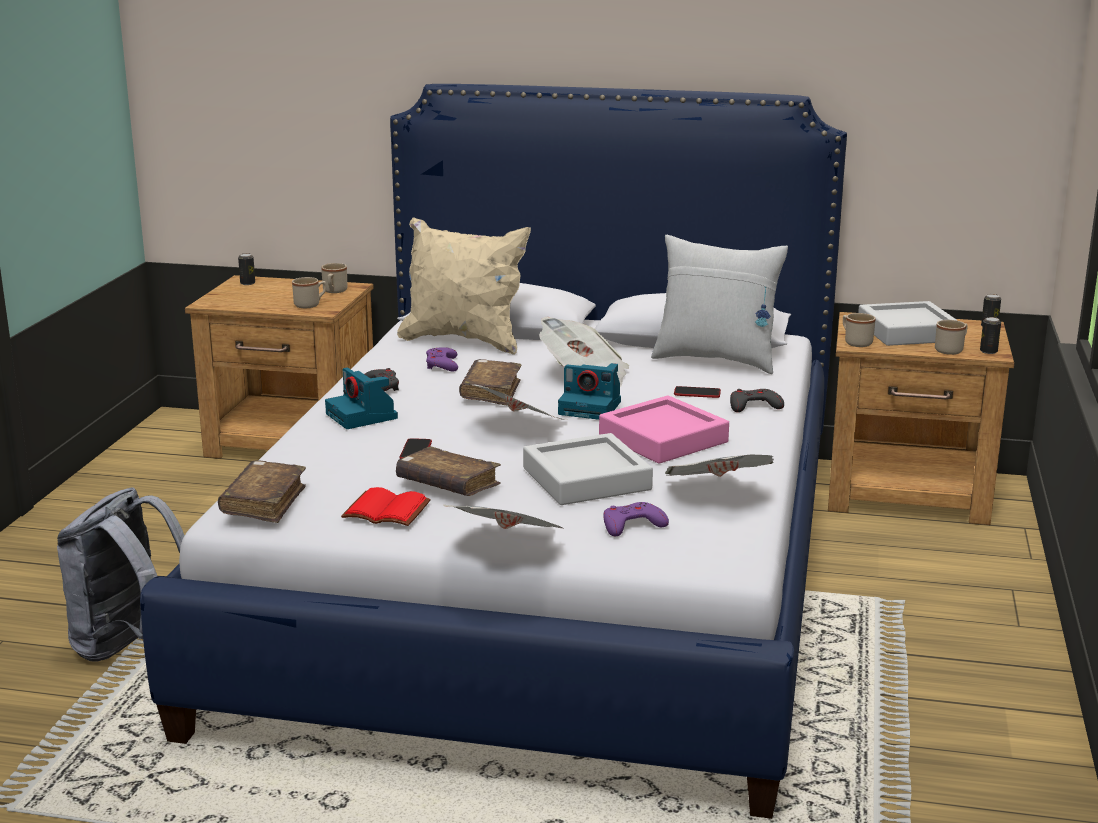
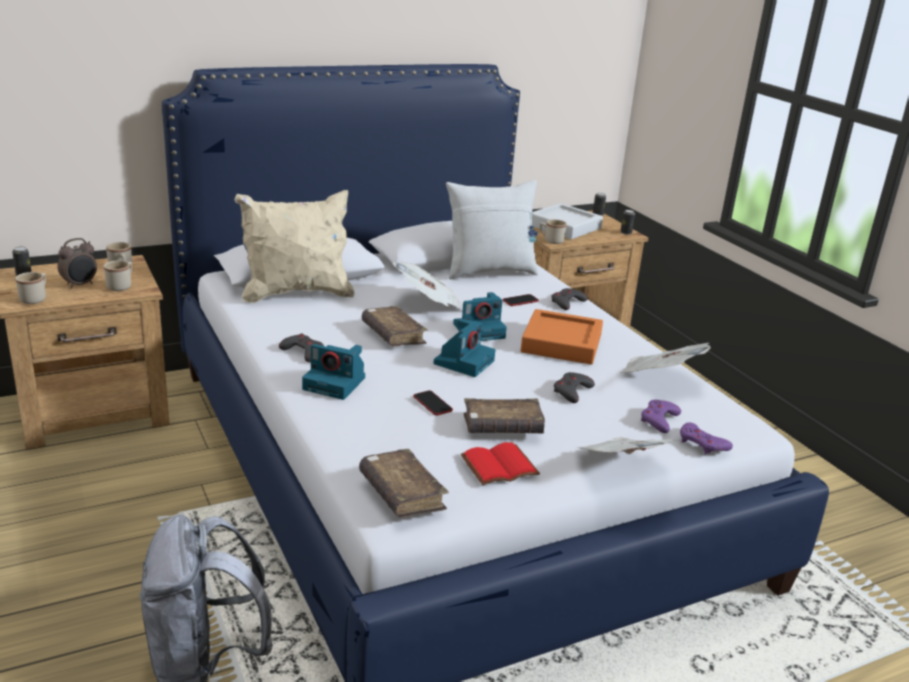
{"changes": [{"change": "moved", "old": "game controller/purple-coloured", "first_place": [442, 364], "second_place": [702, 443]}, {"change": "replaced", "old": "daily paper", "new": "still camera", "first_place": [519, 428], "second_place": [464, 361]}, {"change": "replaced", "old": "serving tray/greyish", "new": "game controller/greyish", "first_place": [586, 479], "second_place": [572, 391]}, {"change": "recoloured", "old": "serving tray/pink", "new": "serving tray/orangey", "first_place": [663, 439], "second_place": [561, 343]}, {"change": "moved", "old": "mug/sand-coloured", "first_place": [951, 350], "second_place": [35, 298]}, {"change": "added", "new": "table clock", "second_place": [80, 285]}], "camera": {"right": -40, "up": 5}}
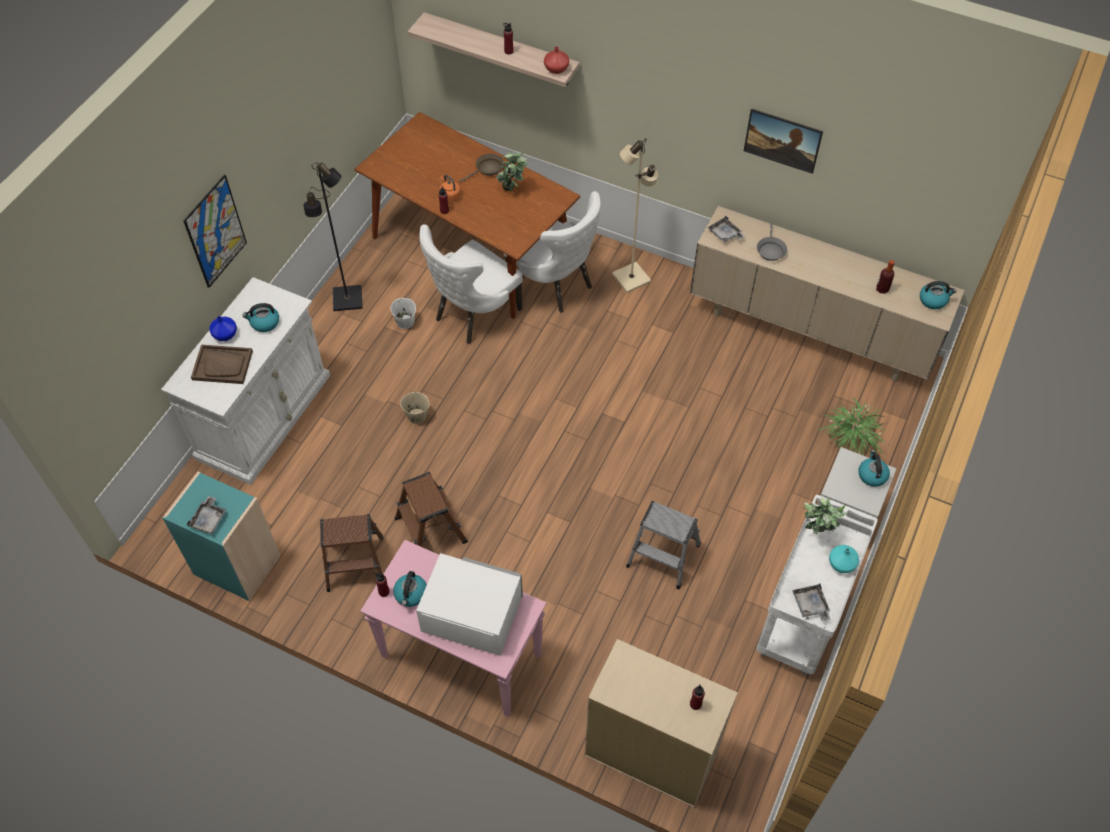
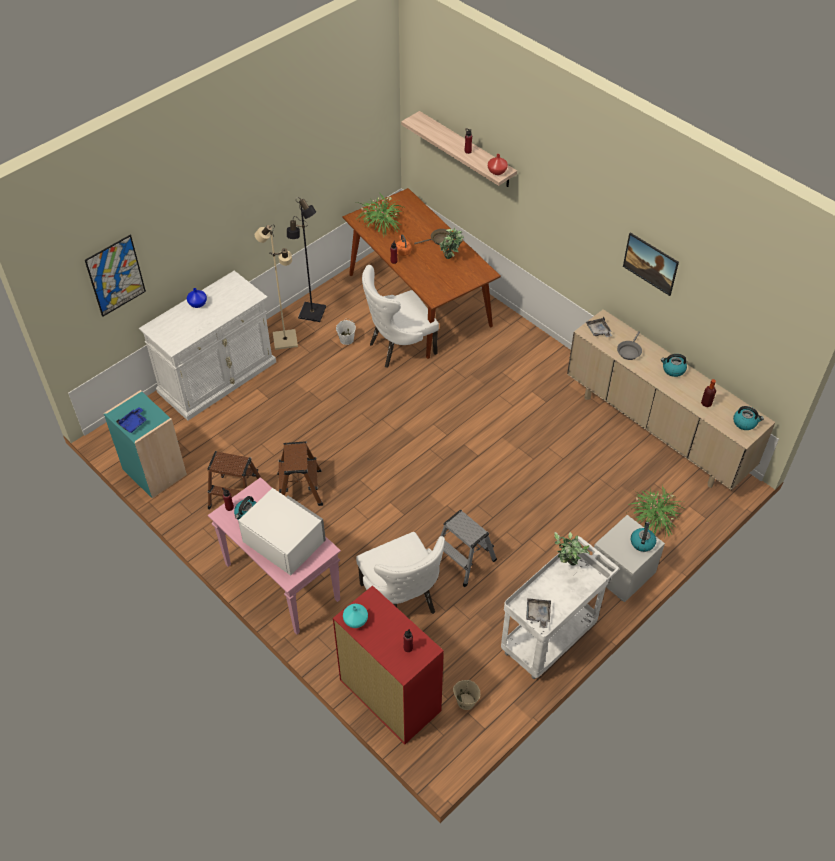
{"changes": [{"change": "moved", "old": "wall picture", "first_place": [215, 232], "second_place": [115, 276]}, {"change": "recoloured", "old": "serving tray/greyish", "new": "serving tray/bluish", "first_place": [209, 519], "second_place": [133, 423]}, {"change": "removed", "old": "serving tray/brown-coloured", "first_place": [222, 365]}, {"change": "moved", "old": "tea kettle", "first_place": [264, 323], "second_place": [673, 370]}, {"change": "moved", "old": "bucket/sand-coloured", "first_place": [416, 416], "second_place": [465, 701]}, {"change": "moved", "old": "chair/white", "first_place": [554, 284], "second_place": [402, 599]}, {"change": "recoloured", "old": "cabinet/sand-coloured", "new": "cabinet/red-coloured", "first_place": [650, 752], "second_place": [389, 695]}, {"change": "moved", "old": "standard lamp/sand-coloured", "first_place": [631, 278], "second_place": [285, 340]}, {"change": "moved", "old": "vase/turquoise", "first_place": [842, 564], "second_place": [356, 620]}, {"change": "added", "new": "houseplant", "second_place": [381, 224]}], "camera": {"right": 20, "up": -5}}
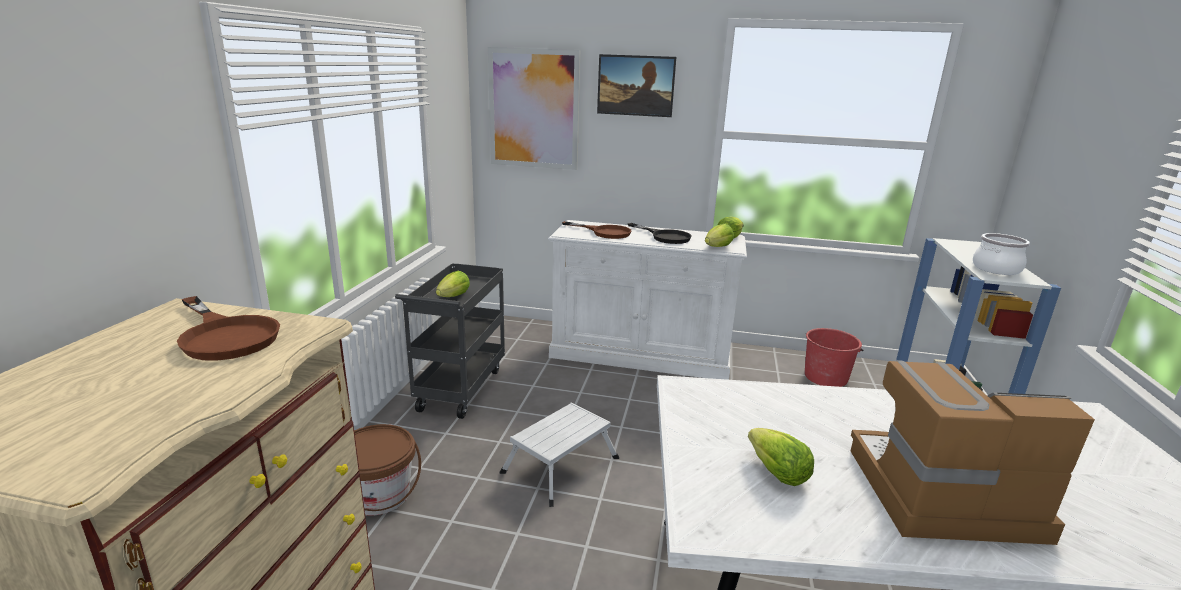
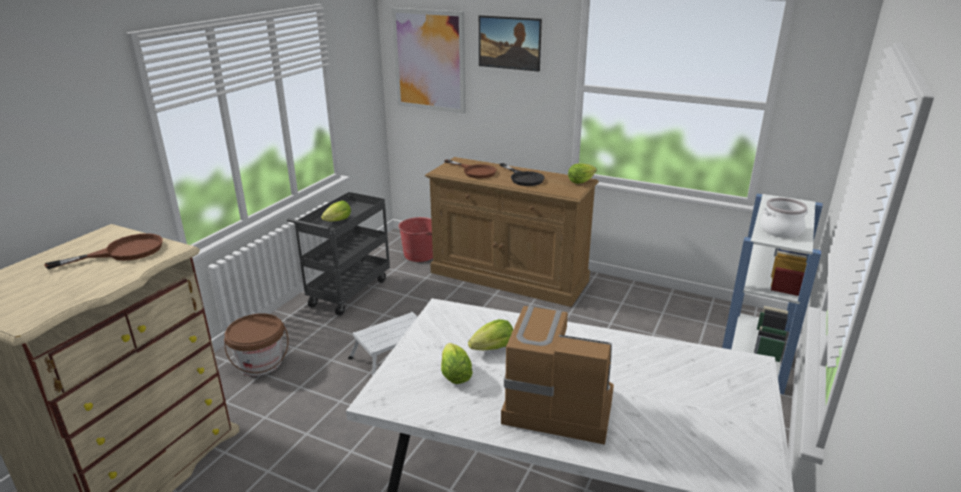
{"changes": [{"change": "turned", "old": "skillet/brown-coloured", "first_place": [226, 335], "second_place": [123, 252], "degrees": -90}, {"change": "recoloured", "old": "cabinet/white", "new": "cabinet/brown-coloured", "first_place": [641, 355], "second_place": [509, 277]}, {"change": "moved", "old": "lettuce head", "first_place": [718, 247], "second_place": [493, 348]}, {"change": "moved", "old": "bucket/red-coloured", "first_place": [826, 377], "second_place": [420, 254]}], "camera": {"right": 15, "up": 5}}
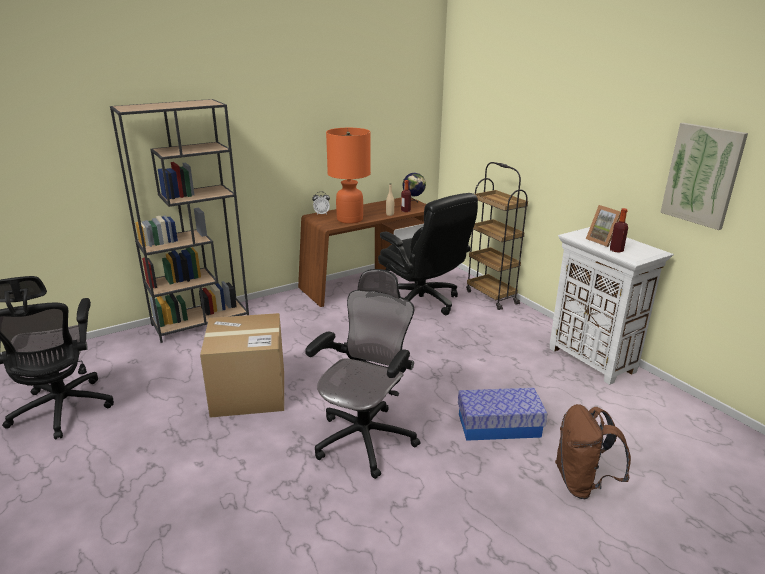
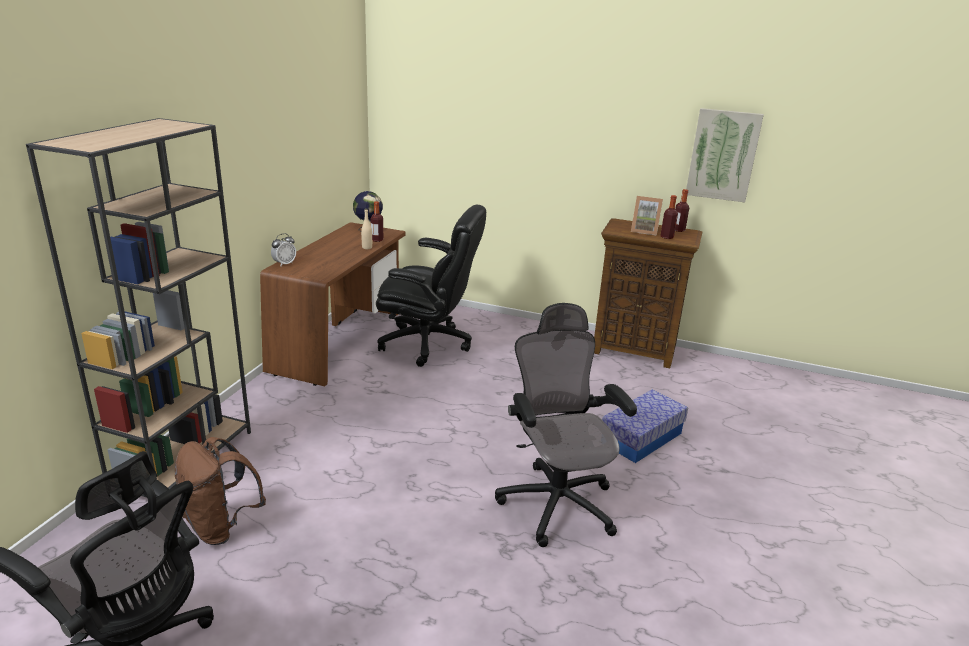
{"changes": [{"change": "removed", "old": "packing box", "first_place": [249, 392]}, {"change": "removed", "old": "tabletop lamp/orangey", "first_place": [349, 219]}, {"change": "removed", "old": "wheeled cart/brown-coloured", "first_place": [491, 297]}, {"change": "recoloured", "old": "cabinet/white", "new": "cabinet/brown-coloured", "first_place": [593, 360], "second_place": [635, 351]}, {"change": "moved", "old": "rucksack/brown-coloured", "first_place": [582, 483], "second_place": [221, 526]}, {"change": "added", "new": "drink bottle", "second_place": [678, 230]}], "camera": {"right": -40, "up": 0}}
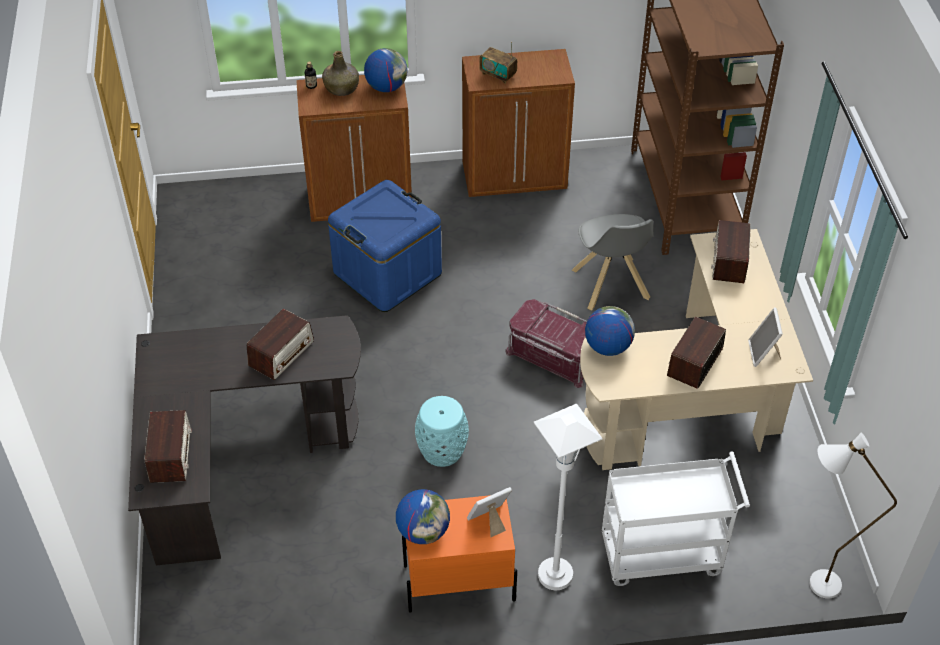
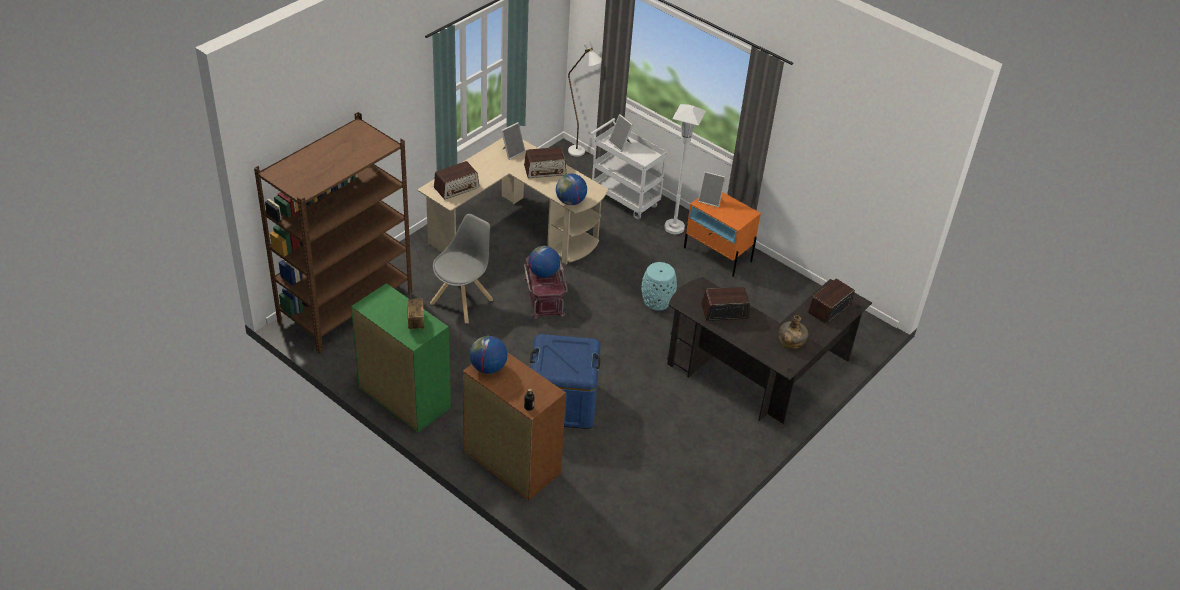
{"changes": [{"change": "moved", "old": "drink bottle/greenish", "first_place": [341, 88], "second_place": [791, 341]}, {"change": "moved", "old": "globe", "first_place": [423, 531], "second_place": [543, 273]}, {"change": "recoloured", "old": "cabinet/brown-coloured", "new": "cabinet/greenish", "first_place": [515, 175], "second_place": [404, 397]}, {"change": "added", "new": "picture frame", "second_place": [621, 144]}], "camera": {"right": -135, "up": -5}}
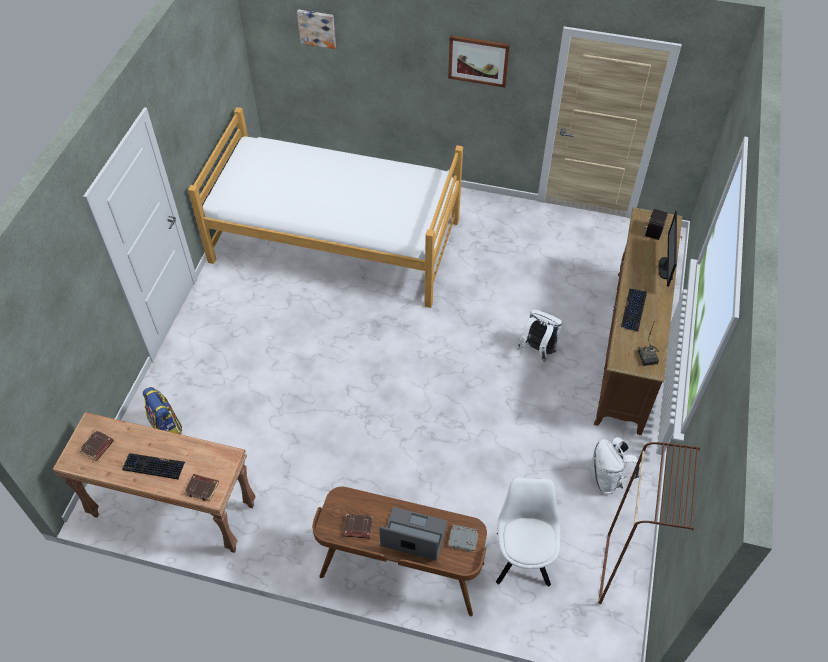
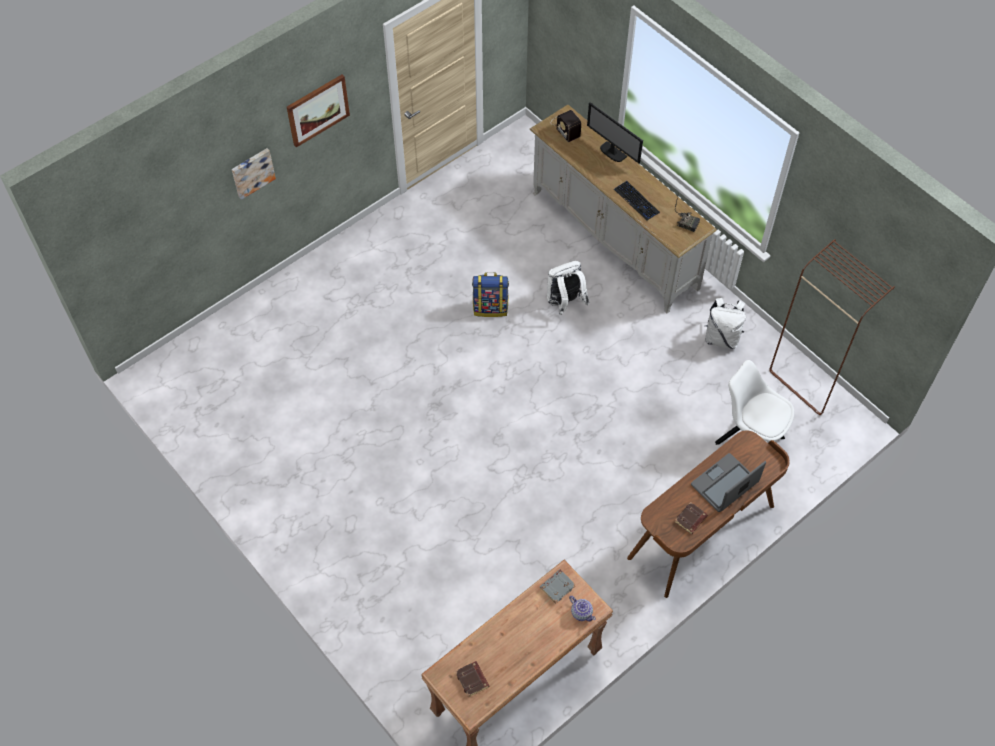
{"changes": [{"change": "removed", "old": "PC keyboard", "first_place": [154, 466]}, {"change": "moved", "old": "rucksack", "first_place": [167, 427], "second_place": [490, 307]}, {"change": "replaced", "old": "bound book/brown-coloured", "new": "pot for tea", "first_place": [202, 488], "second_place": [581, 612]}, {"change": "removed", "old": "sleeping bed", "first_place": [335, 240]}, {"change": "moved", "old": "wall picture", "first_place": [317, 28], "second_place": [252, 172]}, {"change": "moved", "old": "bound book/greyish", "first_place": [463, 539], "second_place": [557, 586]}, {"change": "recoloured", "old": "cabinet/brown-coloured", "new": "cabinet/greyish", "first_place": [627, 348], "second_place": [613, 241]}], "camera": {"right": -55, "up": 5}}
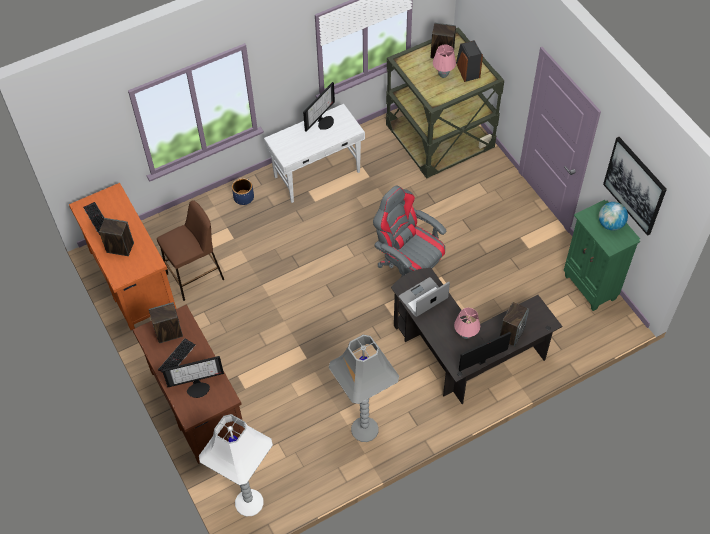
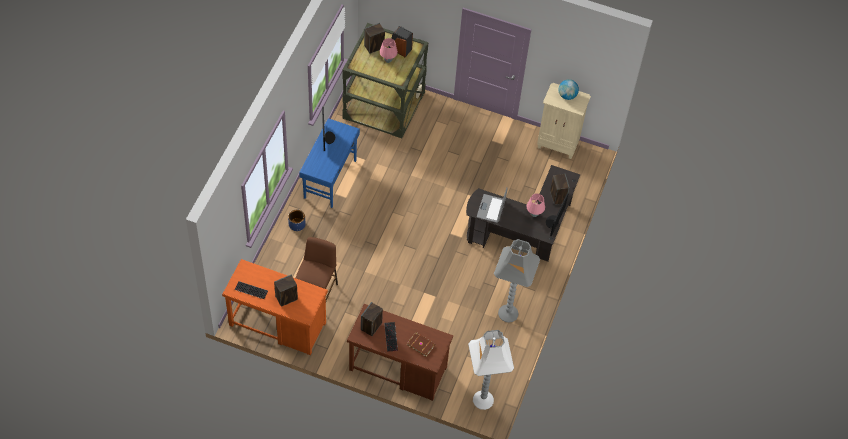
{"changes": [{"change": "replaced", "old": "monitor", "new": "bound book/brown-coloured", "first_place": [198, 387], "second_place": [421, 344]}, {"change": "recoloured", "old": "narrow table/white", "new": "narrow table/bluish", "first_place": [317, 174], "second_place": [330, 179]}, {"change": "removed", "old": "desk chair/greyish", "first_place": [409, 268]}, {"change": "recoloured", "old": "cabinet/greenish", "new": "cabinet/sand-coloured", "first_place": [589, 288], "second_place": [557, 146]}, {"change": "removed", "old": "wall picture", "first_place": [635, 185]}], "camera": {"right": -45, "up": 0}}
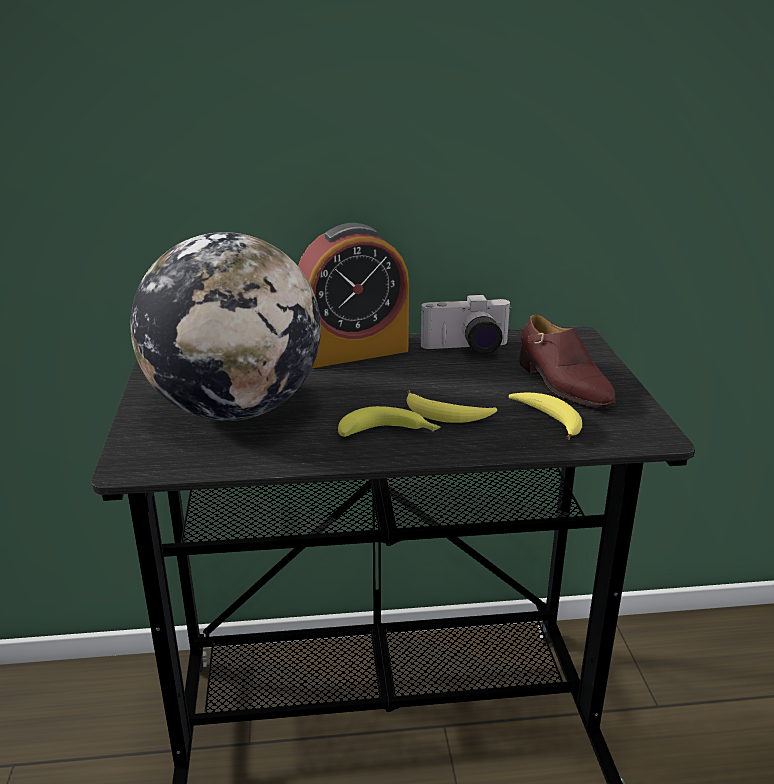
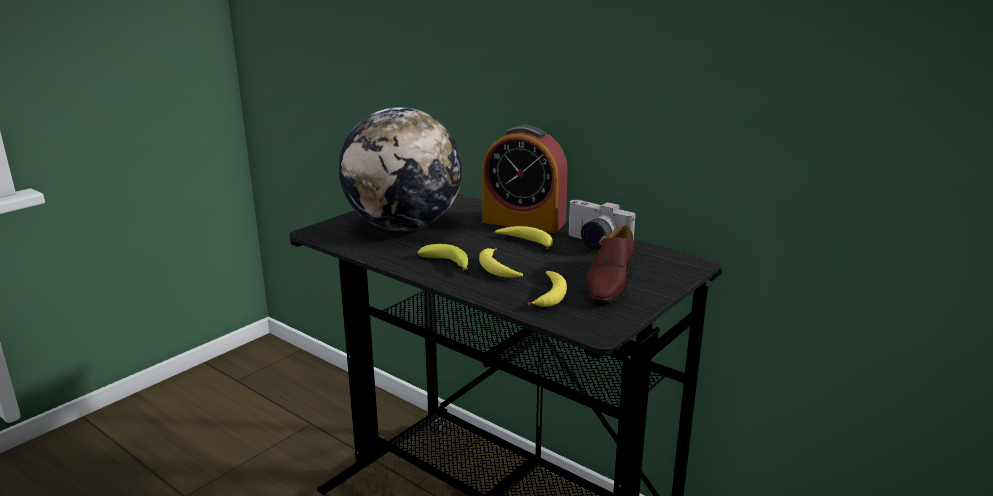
{"changes": [{"change": "added", "new": "banana fruit", "second_place": [527, 242]}], "camera": {"right": 45, "up": -5}}
